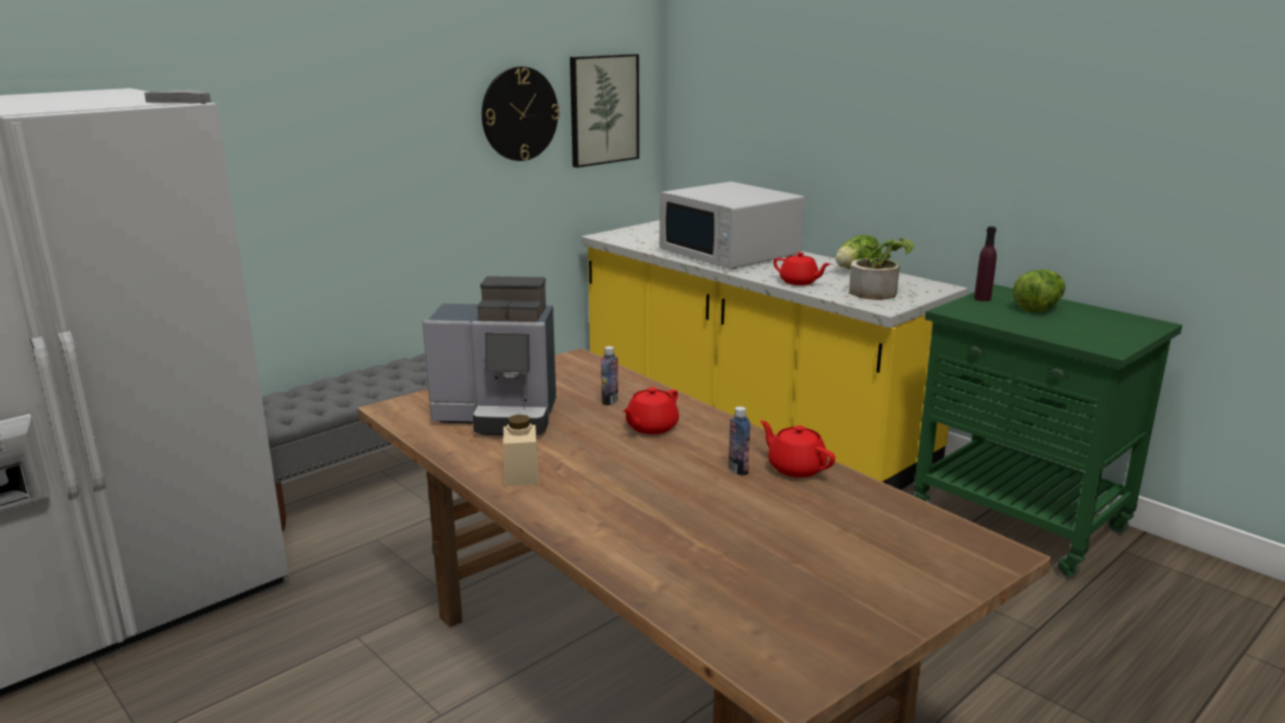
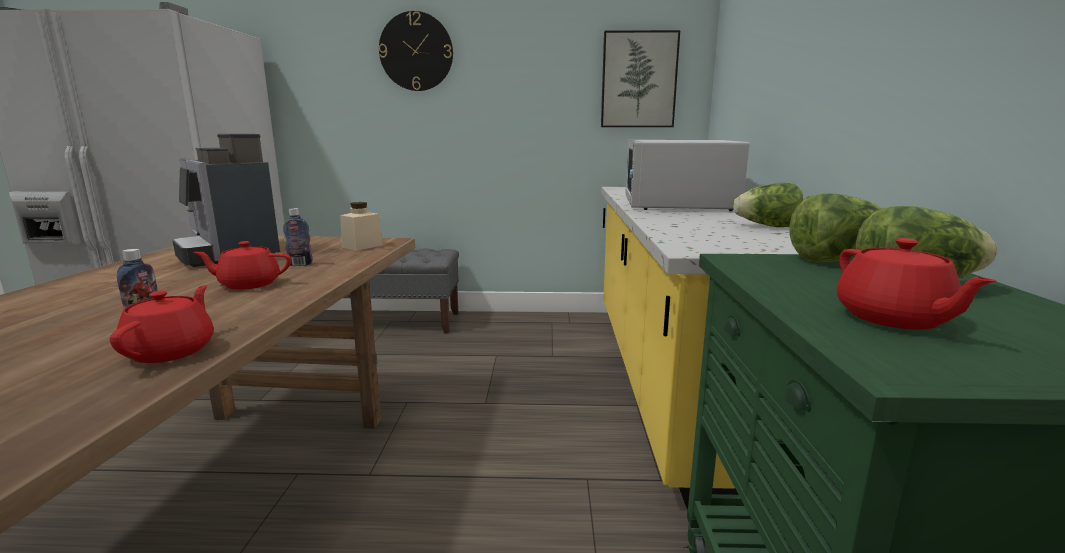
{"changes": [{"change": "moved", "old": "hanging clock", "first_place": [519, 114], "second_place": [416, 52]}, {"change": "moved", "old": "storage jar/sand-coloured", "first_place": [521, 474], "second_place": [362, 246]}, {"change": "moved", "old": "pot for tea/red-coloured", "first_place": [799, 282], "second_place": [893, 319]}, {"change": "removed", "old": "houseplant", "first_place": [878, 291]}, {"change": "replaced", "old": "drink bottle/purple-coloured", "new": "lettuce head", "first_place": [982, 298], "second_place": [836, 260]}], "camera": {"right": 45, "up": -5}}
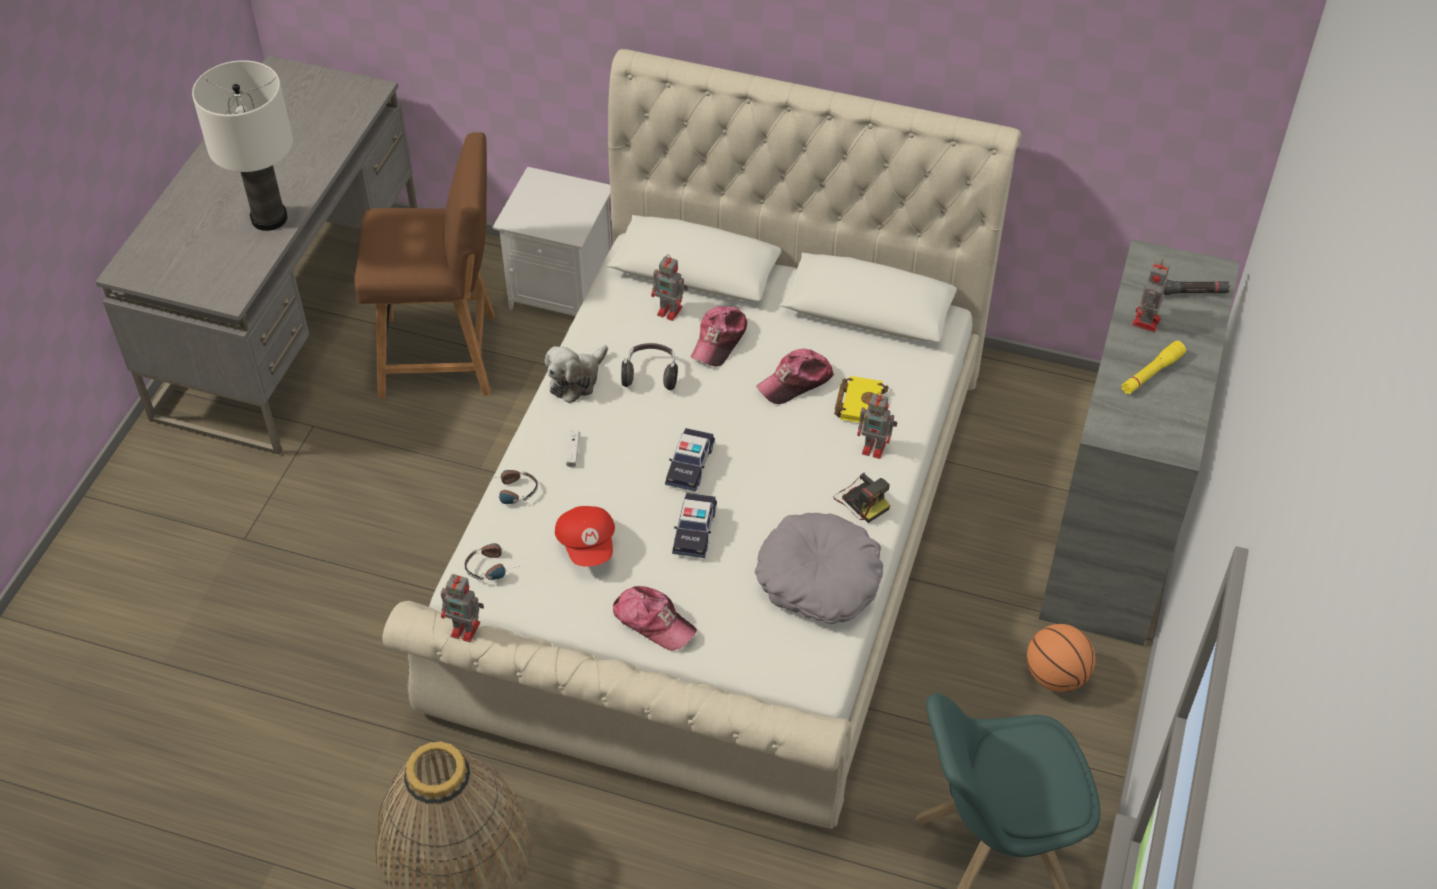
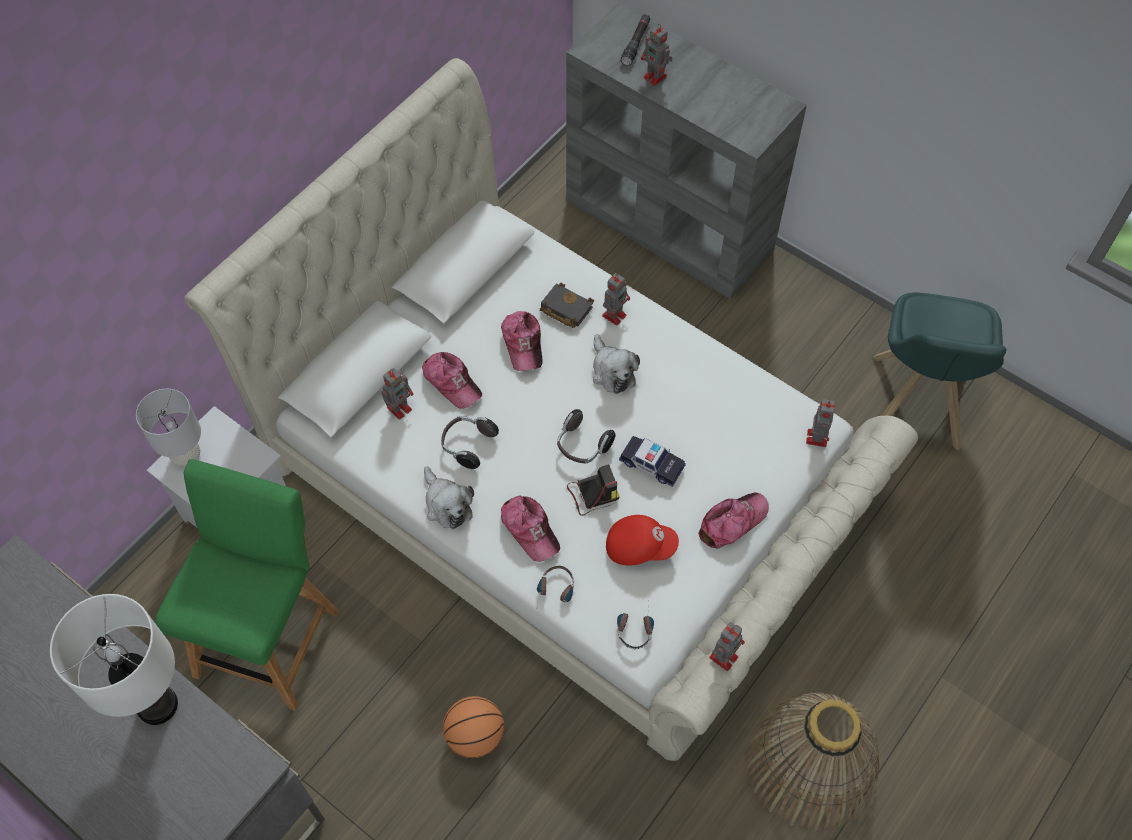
{"changes": [{"change": "recoloured", "old": "chair/brown-coloured", "new": "chair/greenish", "first_place": [445, 355], "second_place": [270, 636]}, {"change": "replaced", "old": "game controller/white", "new": "peaked cap", "first_place": [573, 451], "second_place": [530, 530]}, {"change": "replaced", "old": "model car", "new": "headphones", "first_place": [690, 465], "second_place": [582, 446]}, {"change": "removed", "old": "cushion/greyish", "first_place": [820, 578]}, {"change": "moved", "old": "still camera", "first_place": [862, 500], "second_place": [592, 495]}, {"change": "recoloured", "old": "bound book/yellowish", "new": "bound book/black-coloured", "first_place": [859, 402], "second_place": [564, 308]}, {"change": "moved", "old": "ball for basketball", "first_place": [1056, 676], "second_place": [475, 735]}, {"change": "removed", "old": "hand torch/yellowish", "first_place": [1151, 373]}, {"change": "added", "new": "tabletop lamp/greyish", "second_place": [188, 455]}, {"change": "added", "new": "cuddly toy", "second_place": [612, 371]}, {"change": "added", "new": "robot figure", "second_place": [817, 437]}], "camera": {"right": -70, "up": 10}}
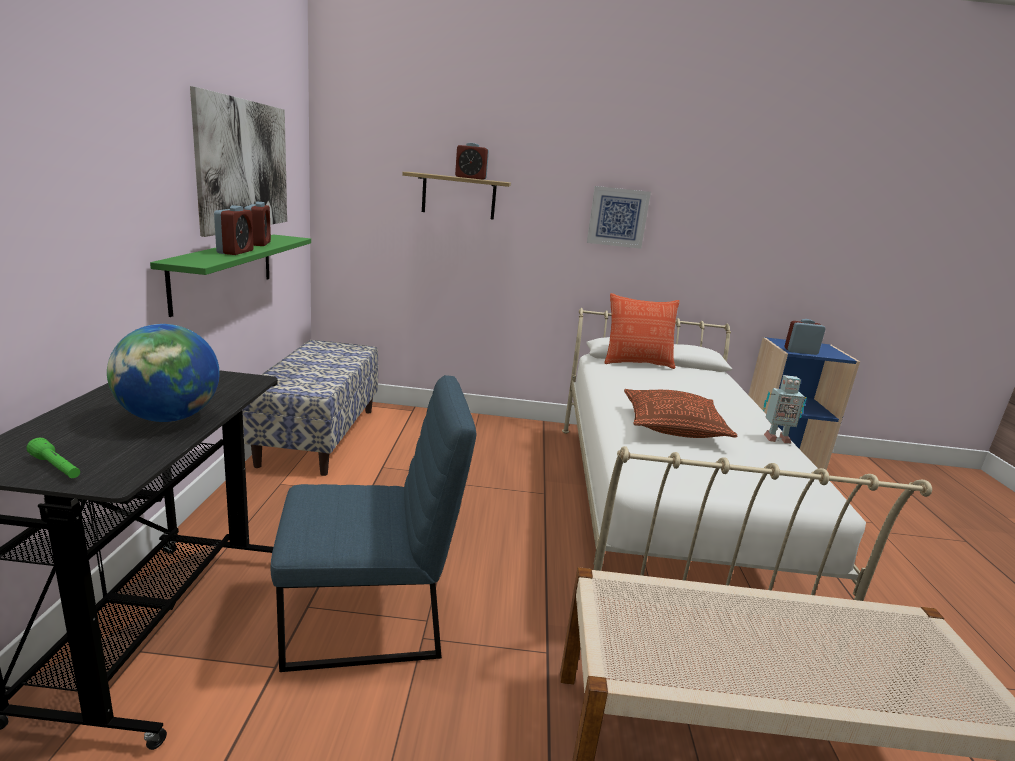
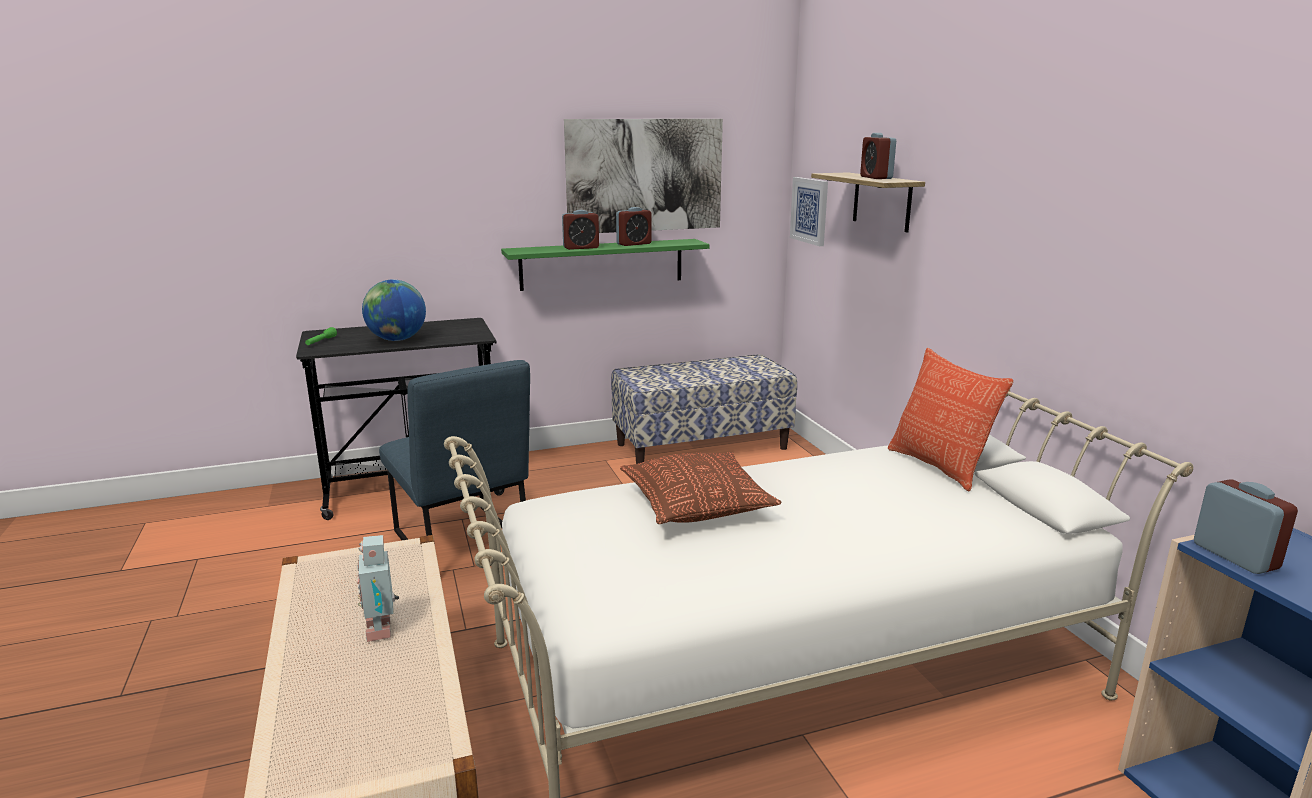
{"changes": [{"change": "moved", "old": "wall picture", "first_place": [617, 217], "second_place": [810, 210]}, {"change": "moved", "old": "robot figure", "first_place": [775, 438], "second_place": [382, 629]}], "camera": {"right": 70, "up": 0}}
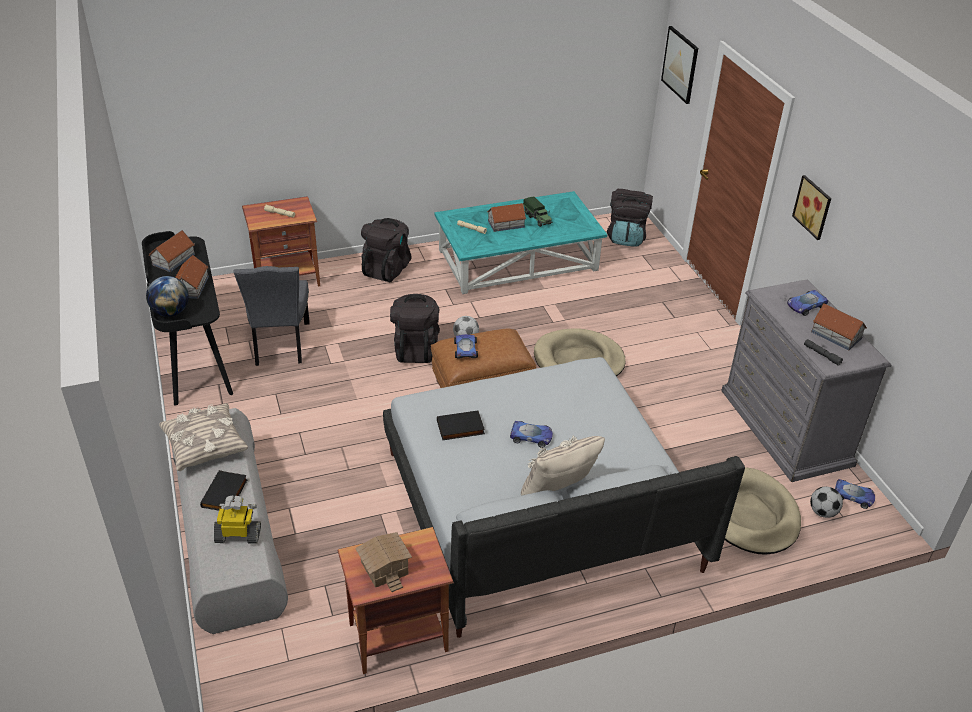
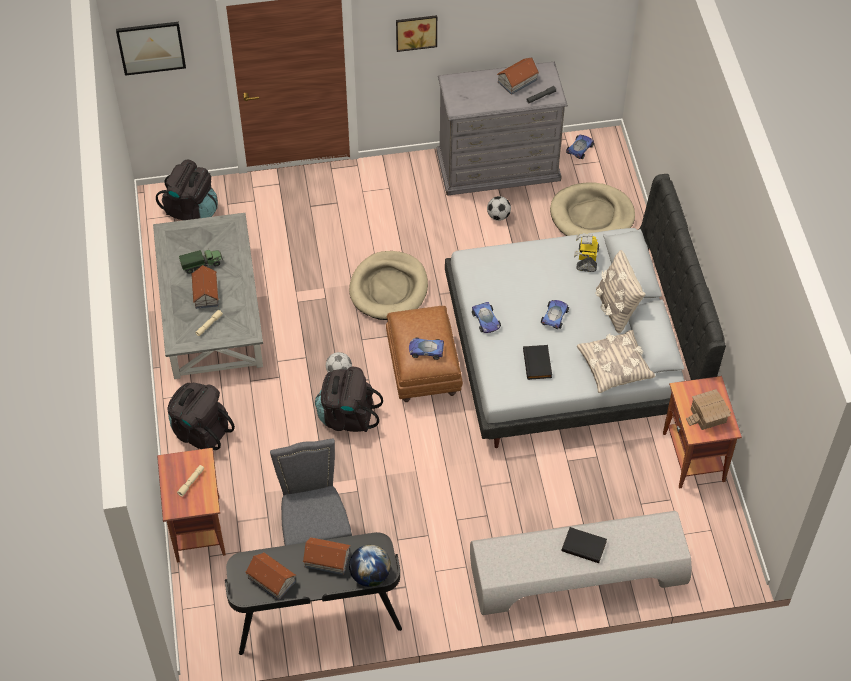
{"changes": [{"change": "moved", "old": "cushion/sand-coloured", "first_place": [205, 447], "second_place": [614, 368]}, {"change": "moved", "old": "robot figure", "first_place": [239, 534], "second_place": [586, 259]}, {"change": "turned", "old": "chair/greyish", "first_place": [280, 342], "second_place": [315, 536], "degrees": -105}, {"change": "recoloured", "old": "coffee table/turquoise", "new": "coffee table/greyish", "first_place": [518, 259], "second_place": [210, 309]}, {"change": "moved", "old": "model car", "first_place": [805, 306], "second_place": [486, 320]}, {"change": "moved", "old": "football ball", "first_place": [822, 512], "second_place": [498, 216]}], "camera": {"right": -80, "up": 15}}
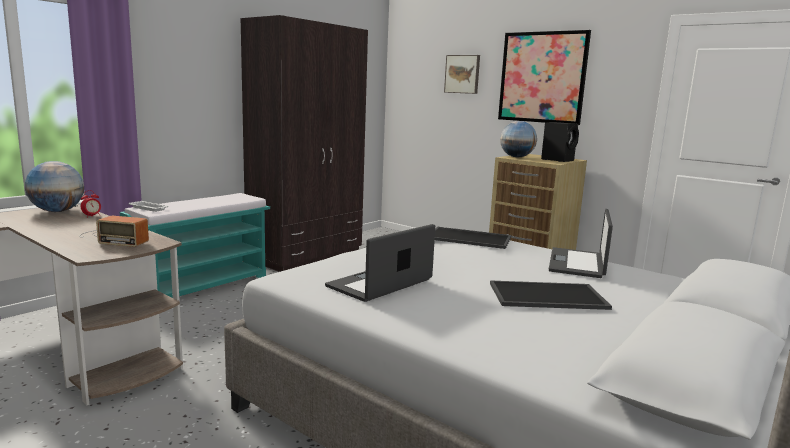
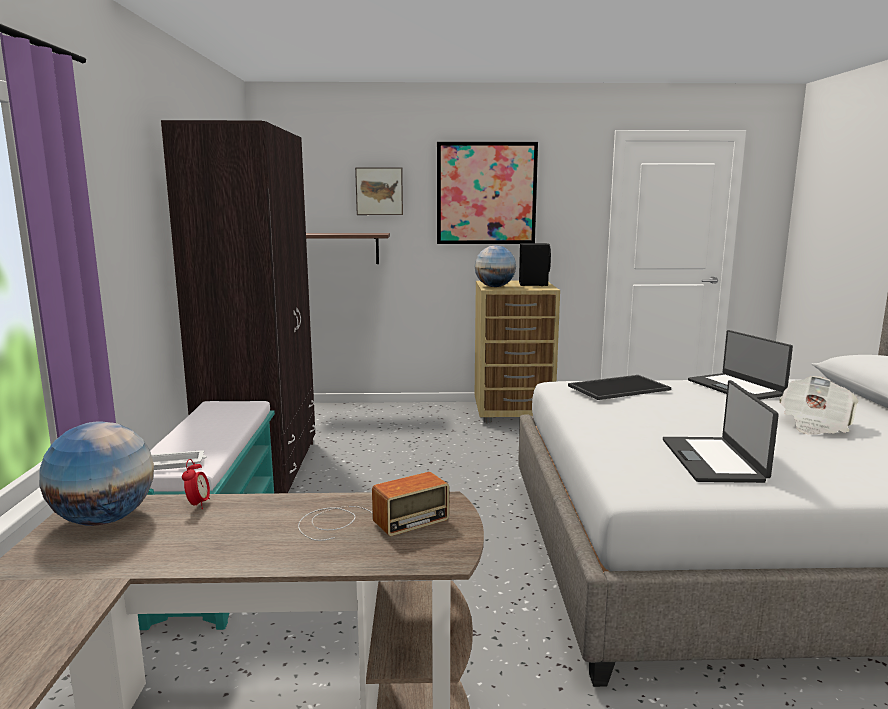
{"changes": [{"change": "replaced", "old": "serving tray", "new": "daily paper", "first_place": [546, 296], "second_place": [814, 424]}, {"change": "added", "new": "shelf", "second_place": [340, 248]}], "camera": {"right": -40, "up": 0}}
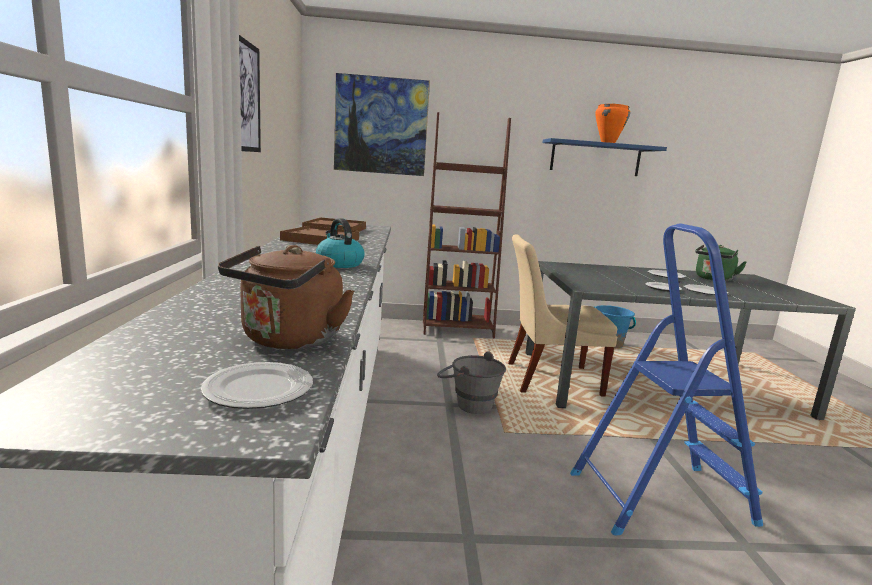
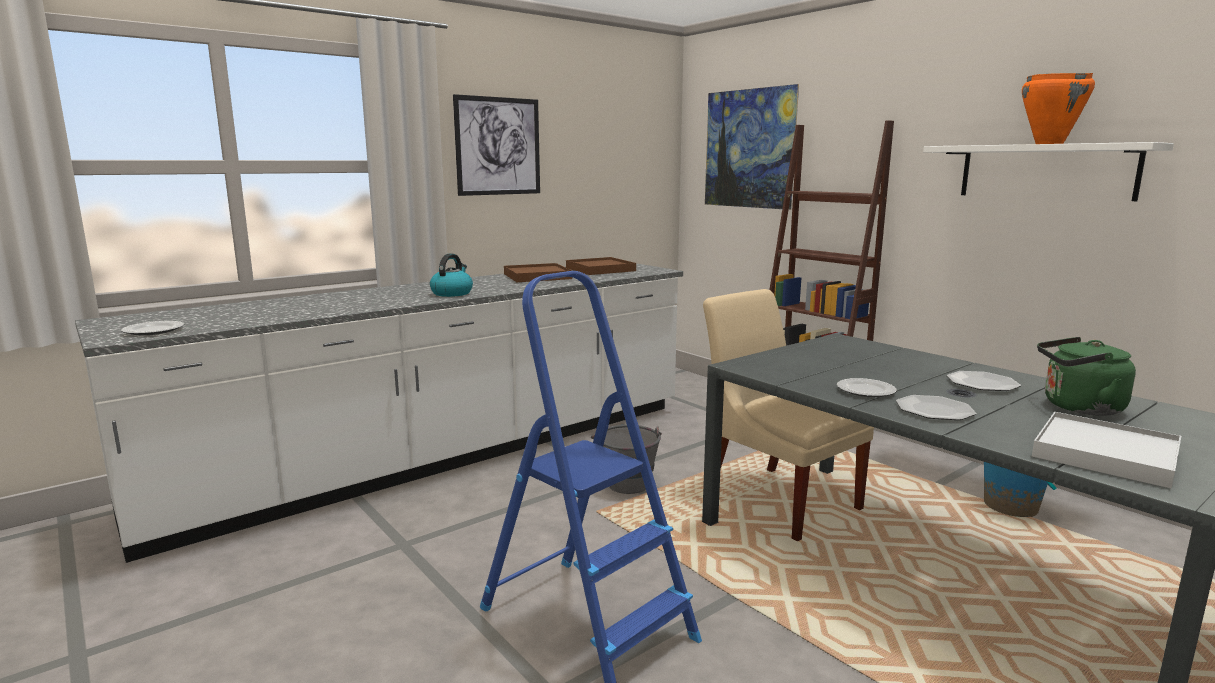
{"changes": [{"change": "removed", "old": "tea kettle/brown-coloured", "first_place": [289, 340]}, {"change": "recoloured", "old": "shelf/bluish", "new": "shelf/white", "first_place": [595, 158], "second_place": [1045, 171]}, {"change": "added", "new": "serving tray/white", "second_place": [1104, 454]}], "camera": {"right": 55, "up": 0}}
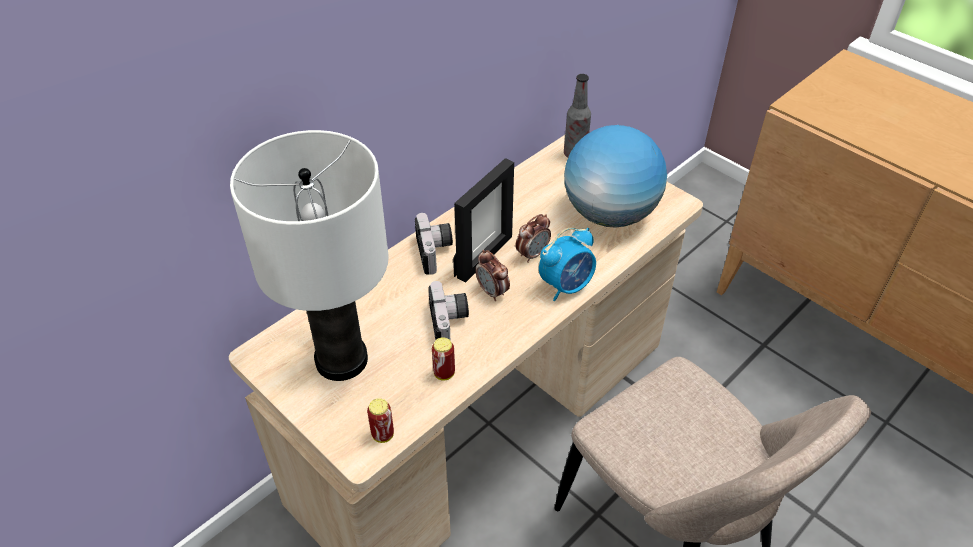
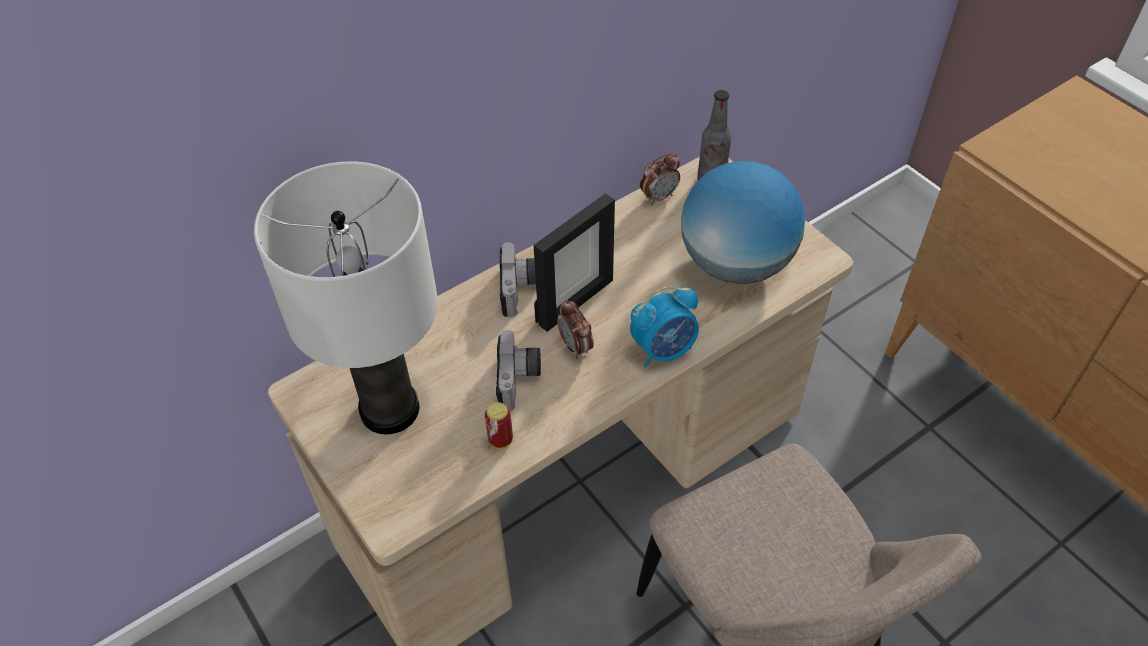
{"changes": [{"change": "removed", "old": "metal can", "first_place": [383, 434]}, {"change": "moved", "old": "table clock", "first_place": [532, 254], "second_place": [659, 197]}], "camera": {"right": 10, "up": 5}}
